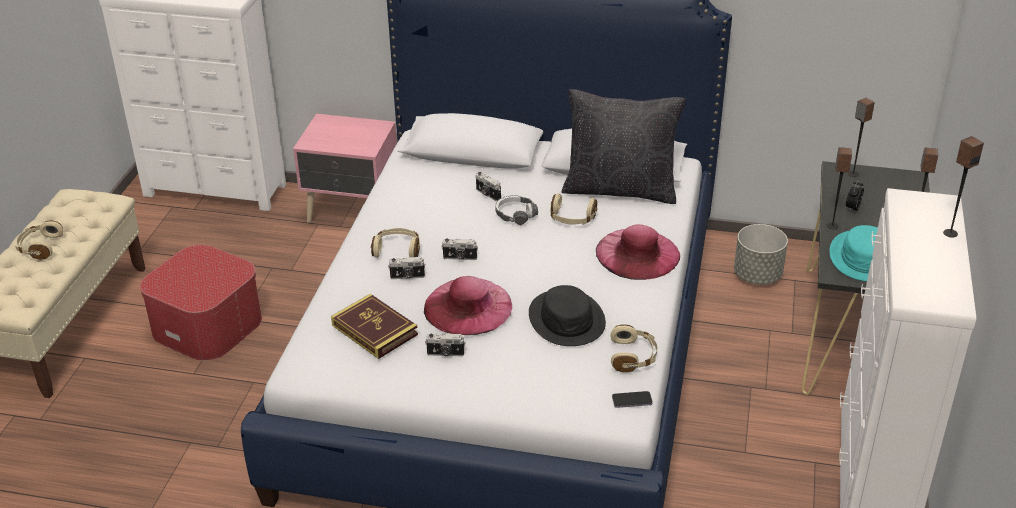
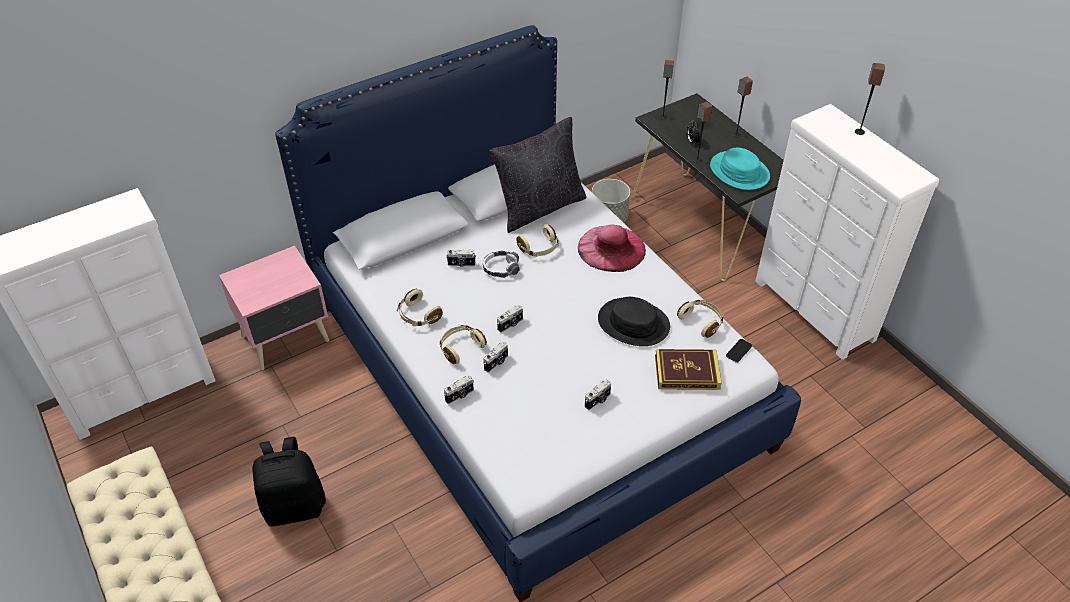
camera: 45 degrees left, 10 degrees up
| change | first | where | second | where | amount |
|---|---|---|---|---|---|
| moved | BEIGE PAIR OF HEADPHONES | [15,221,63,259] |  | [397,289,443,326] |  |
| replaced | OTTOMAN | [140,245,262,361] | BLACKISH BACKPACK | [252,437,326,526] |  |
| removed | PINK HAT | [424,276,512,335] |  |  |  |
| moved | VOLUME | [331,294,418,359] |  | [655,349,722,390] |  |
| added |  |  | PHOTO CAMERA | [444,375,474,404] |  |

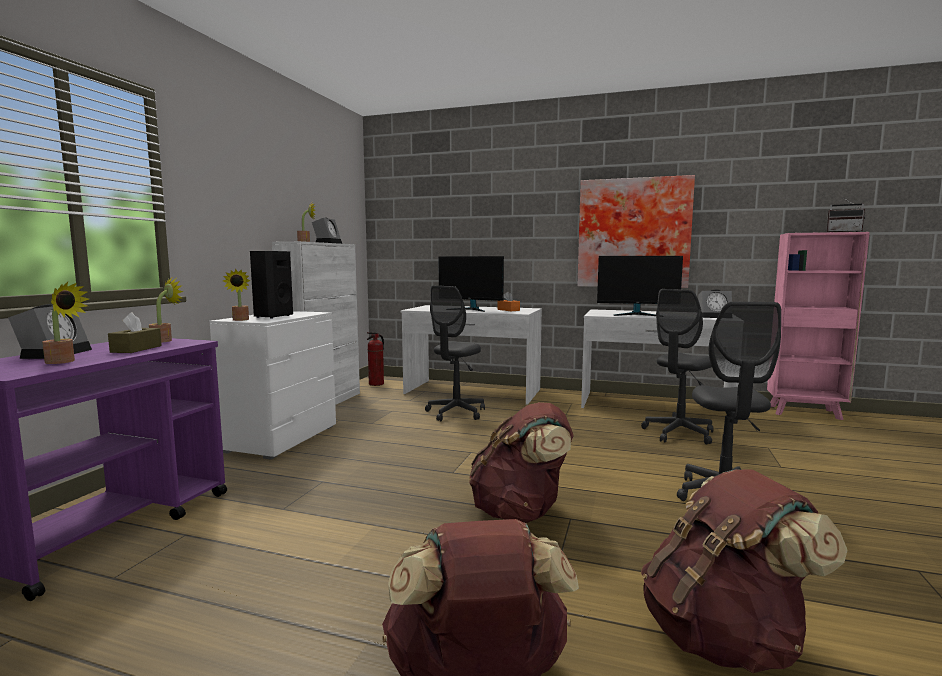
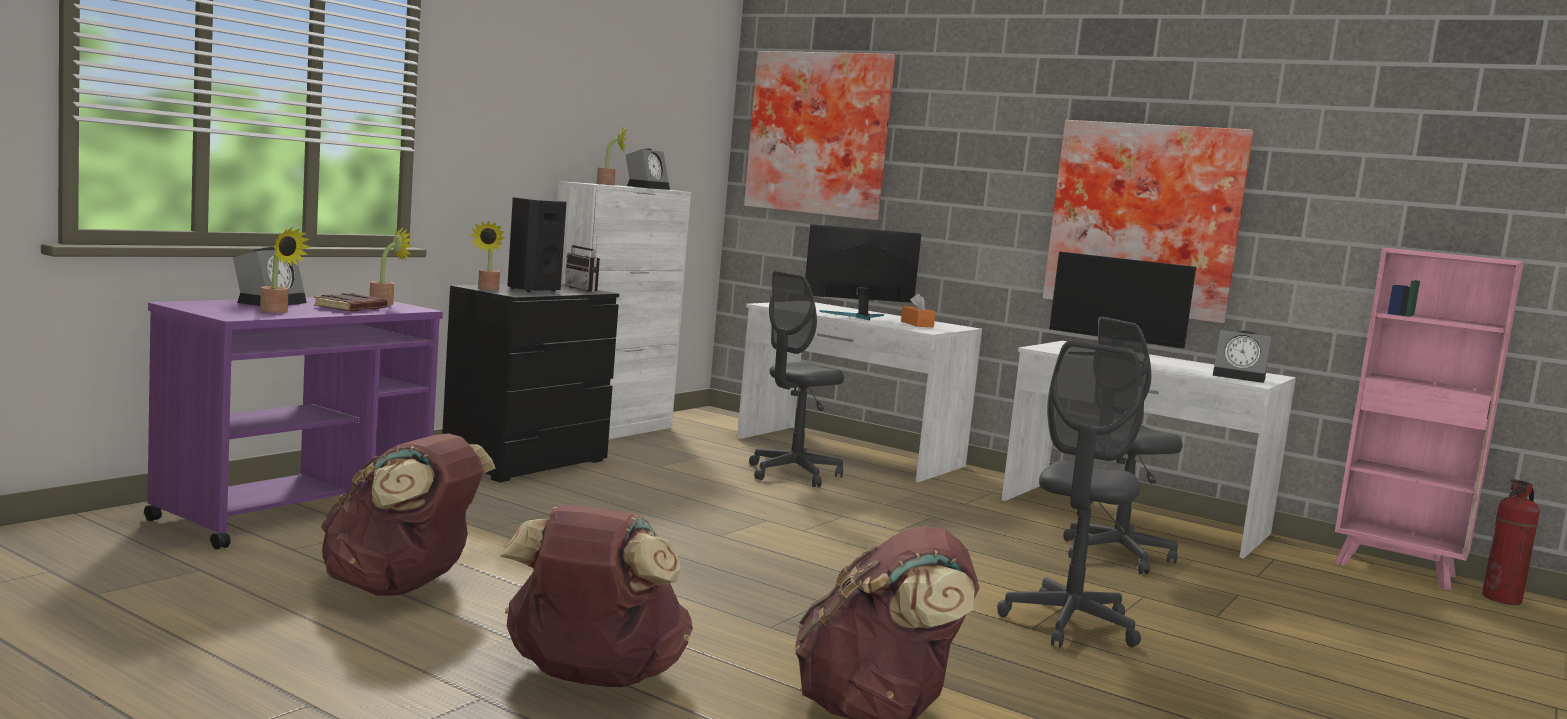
camera: 15 degrees right, 0 degrees up
| change | first | where | second | where | amount |
|---|---|---|---|---|---|
| moved | RADIO RECEIVER | [826,198,865,232] |  | [565,236,600,292] |  |
| turned | COMPUTER DISPLAY | [439,256,504,312] |  | [805,224,921,320] | 120 degrees clockwise |
| recoloured | WHITISH DRESSER | [210,311,336,460] | BLACKISH DRESSER | [442,284,619,482] |  |
| replaced | BROWN TISSUE BOX | [108,312,162,353] | BROWN VOLUME | [314,293,388,311] |  |
| moved | FIRE-FIGHTING CYLINDER | [367,332,384,386] |  | [1482,479,1540,605] |  |
| moved | BROWN BACKPACK | [469,402,574,523] |  | [321,433,496,596] |  |
| added |  |  | WALL PICTURE | [744,51,895,220] |  |

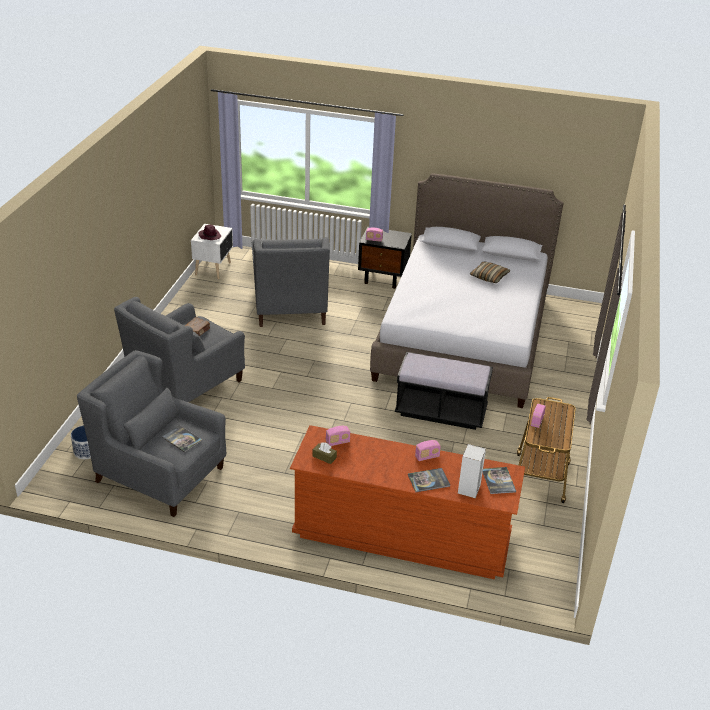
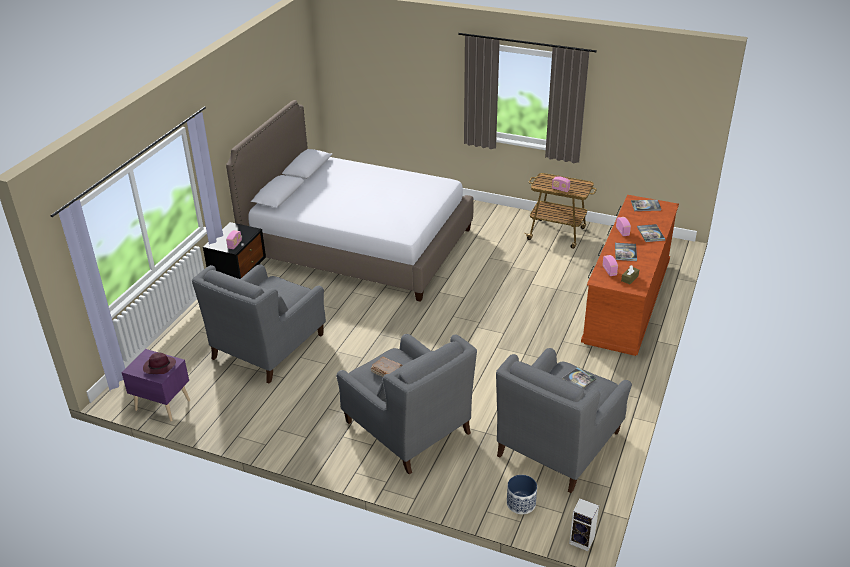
camera: 80 degrees left, 0 degrees up
| change | first | where | second | where | amount |
|---|---|---|---|---|---|
| recoloured | WHITISH NIGHT TABLE | [191,224,233,279] | PURPLE-COLOURED NIGHT TABLE | [121,349,190,421] |  |
| turned | GREYISH LOUNGE CHAIR | [251,237,330,327] |  | [192,264,326,384] | 120 degrees clockwise |
| removed | PILLOW | [470,262,511,283] |  |  |  |
| removed | BLACKISH LONG SEAT | [395,352,493,430] |  |  |  |
| moved | AUDIO SPEAKER | [458,444,486,498] |  | [569,499,599,551] |  |
| added |  |  | VOLUME | [615,243,637,261] |  |

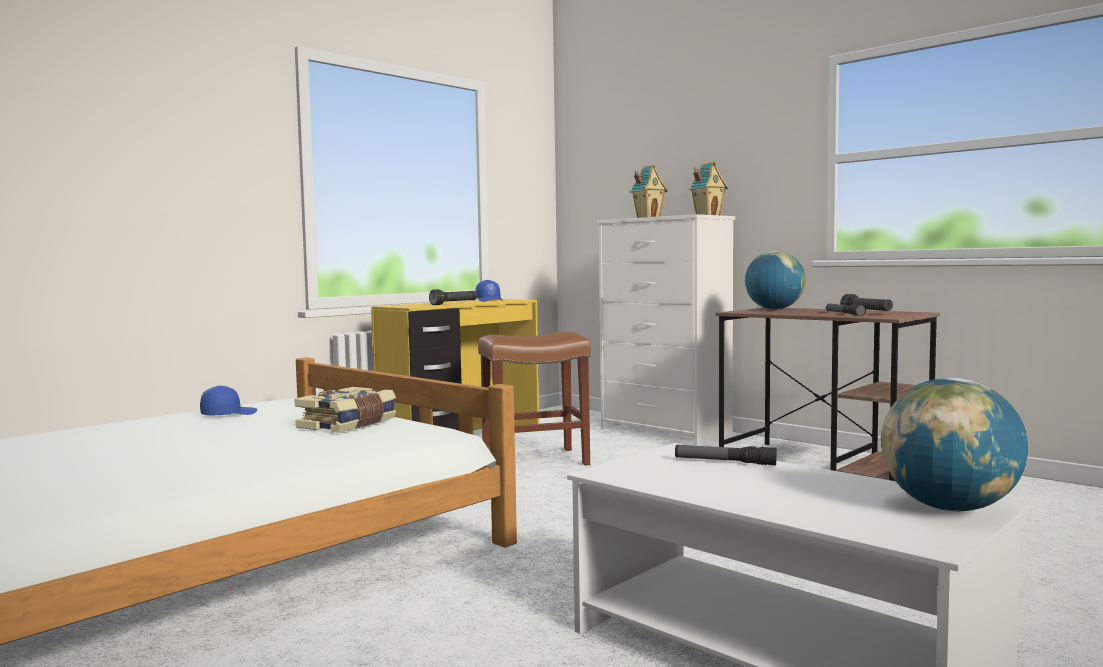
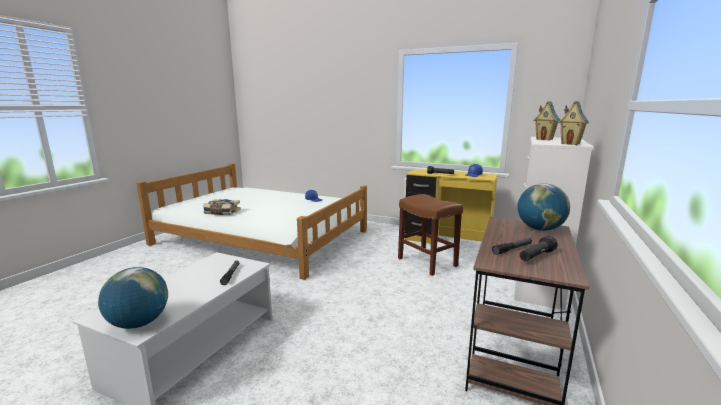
camera: 70 degrees right, 10 degrees up
| change | first | where | second | where | amount |
|---|---|---|---|---|---|
| moved | VOLUME | [294,387,396,433] |  | [203,199,241,215] |  |

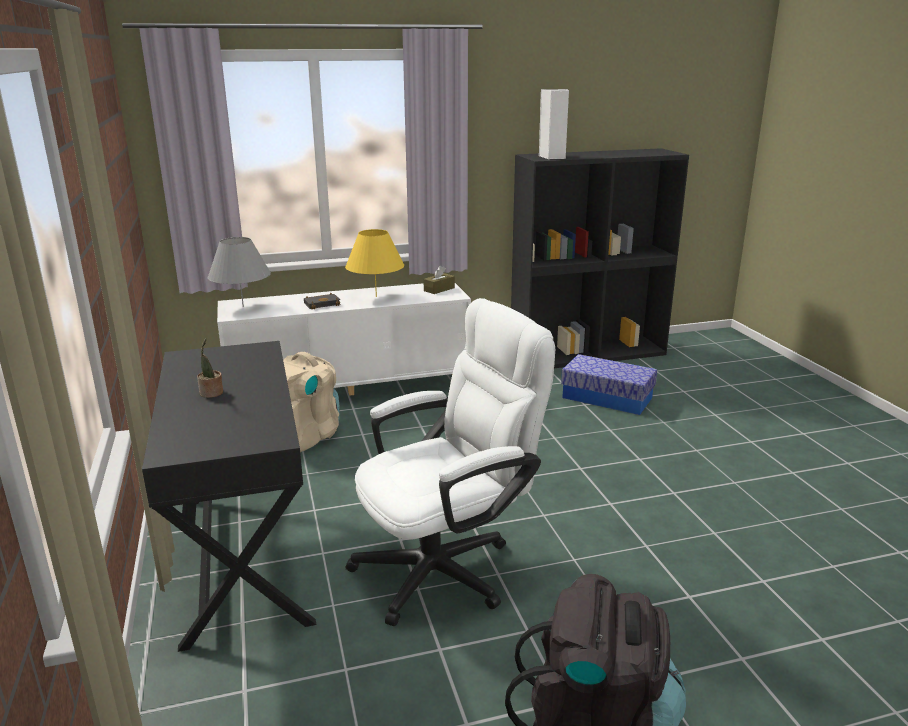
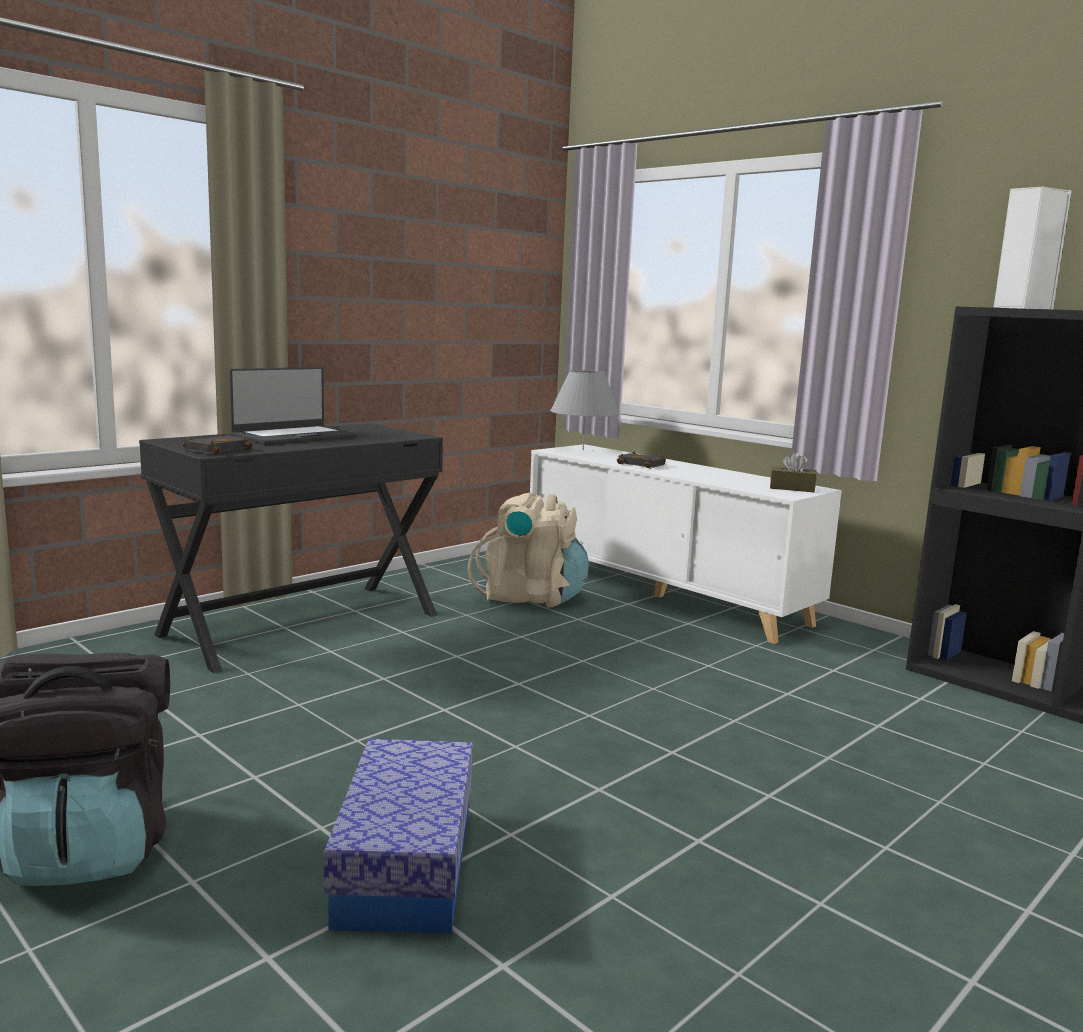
camera: 60 degrees right, 10 degrees down
| change | first | where | second | where | amount |
|---|---|---|---|---|---|
| removed | YELLOW-COLOURED LAMP FOR A TABLE | [345,229,404,297] |  |  |  |
| removed | WHITISH OFFICE CHAIR | [345,298,555,626] |  |  |  |
| replaced | POTTED PLANT | [197,338,223,398] | LAPTOP | [229,367,358,445] |  |
| moved | STORAGE BOX | [561,354,657,415] |  | [323,738,473,934] |  |
| added |  |  | BLACKISH VOLUME | [182,433,253,455] |  |

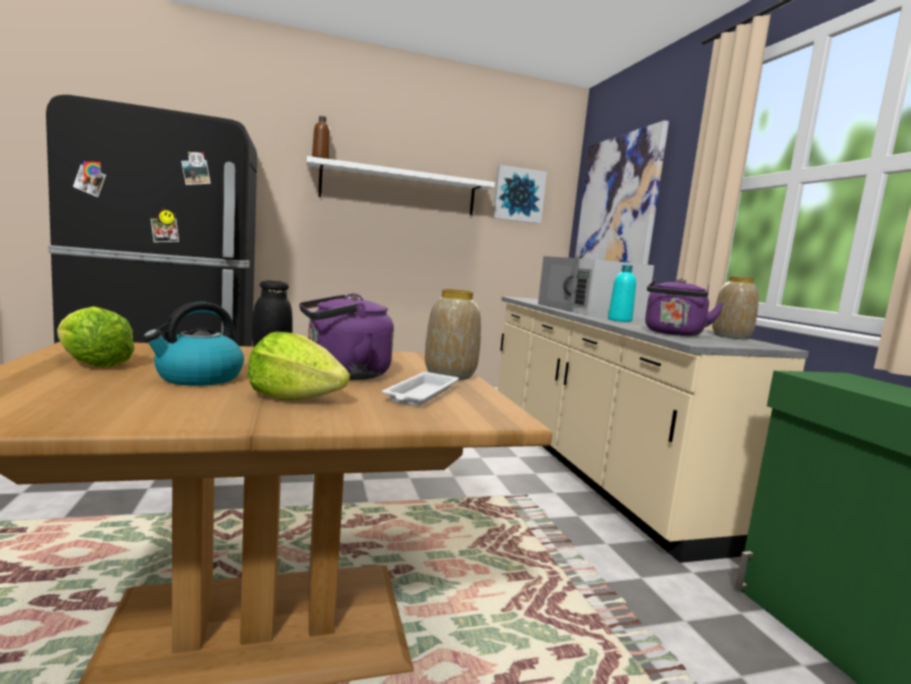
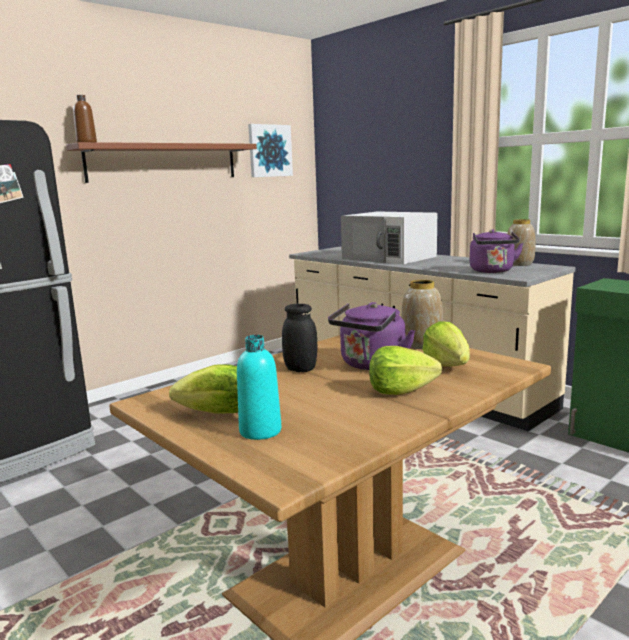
camera: 25 degrees left, 5 degrees up
| change | first | where | second | where | amount |
|---|---|---|---|---|---|
| removed | WALL PICTURE | [575,120,669,265] |  |  |  |
| recoloured | WHITISH SHELF | [307,156,495,215] | BROWN SHELF | [66,142,257,183] |  |
| moved | TURQUOISE-COLOURED BEVERAGE BOTTLE | [608,265,636,322] |  | [237,335,282,440] |  |
| removed | WATER KETTLE | [143,301,244,386] |  |  |  |
| replaced | WHITISH CARRYING TRAY | [382,371,458,406] | HEAD OF LETTUCE | [422,321,470,367] |  |

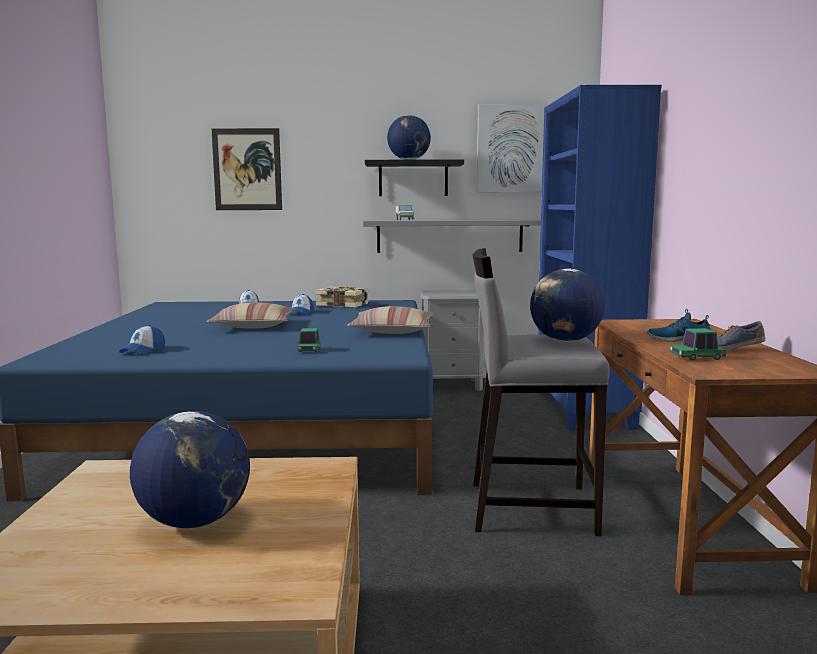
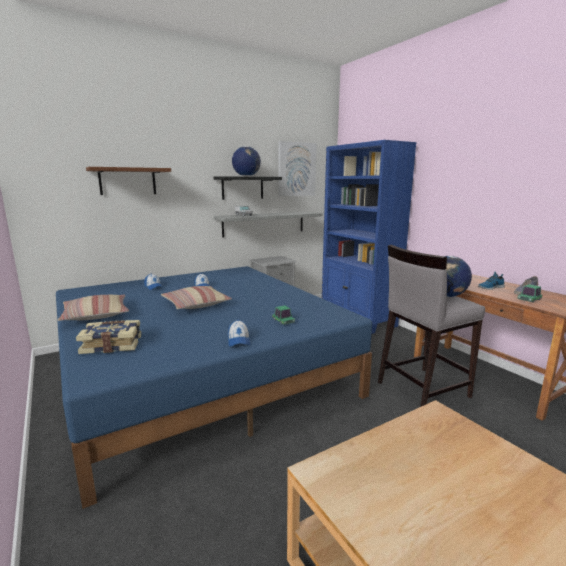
camera: 30 degrees left, 5 degrees up
| change | first | where | second | where | amount |
|---|---|---|---|---|---|
| replaced | WALL PICTURE | [211,128,282,210] | BROWN SHELF | [86,167,171,195] |  |
| moved | VOLUME | [316,286,369,308] |  | [76,320,141,354] |  |
| moved | PILLOW | [347,306,433,334] |  | [58,295,129,321] |  |
| moved | PEAKED CAP | [119,325,165,355] |  | [228,320,250,347] |  |
| removed | GLOBE | [130,411,250,528] |  |  |  |

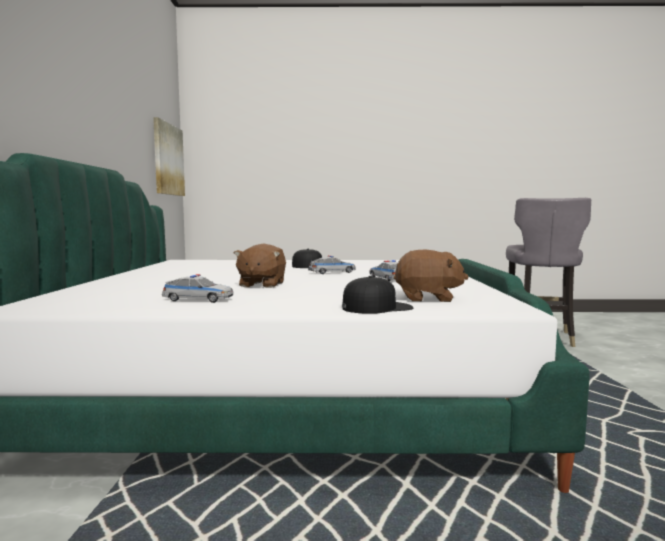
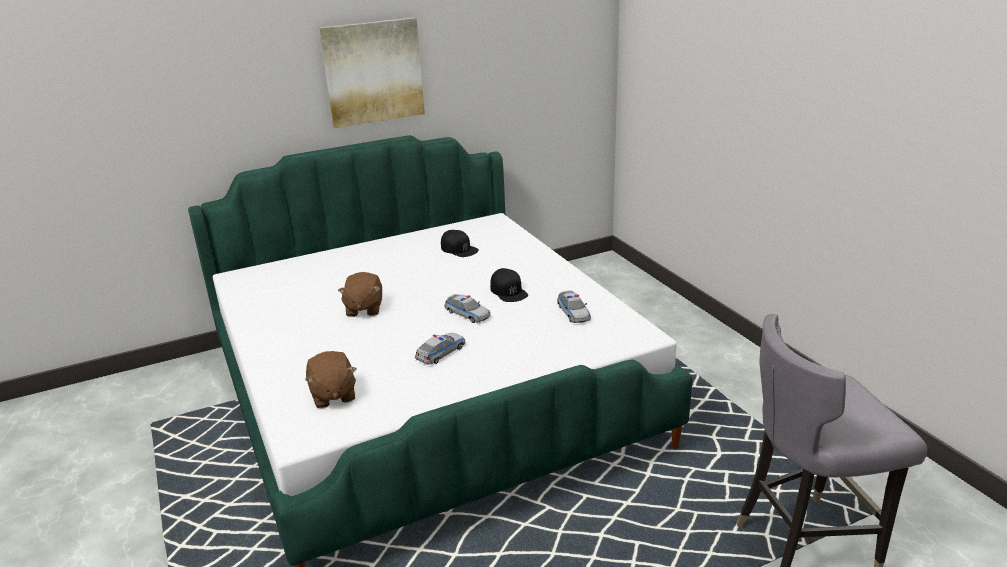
camera: 65 degrees right, 20 degrees up
| change | first | where | second | where | amount |
|---|---|---|---|---|---|
| moved | WALL PICTURE | [153,117,185,196] |  | [319,18,425,128] |  |
| turned | BROWN PLUSH TOY | [234,244,286,288] |  | [338,272,382,317] | 75 degrees counterclockwise |
| moved | TOY CAR | [162,274,234,303] |  | [557,290,591,323] |  |
| moved | BLACKISH PEAKED CAP | [342,276,413,314] |  | [441,230,479,257] |  |

